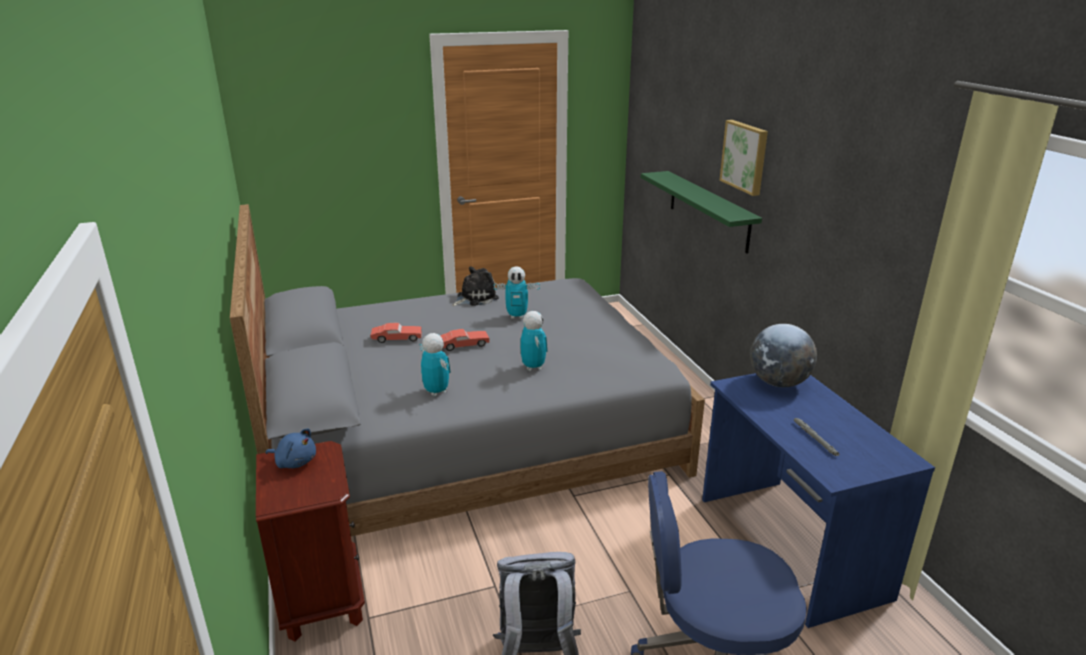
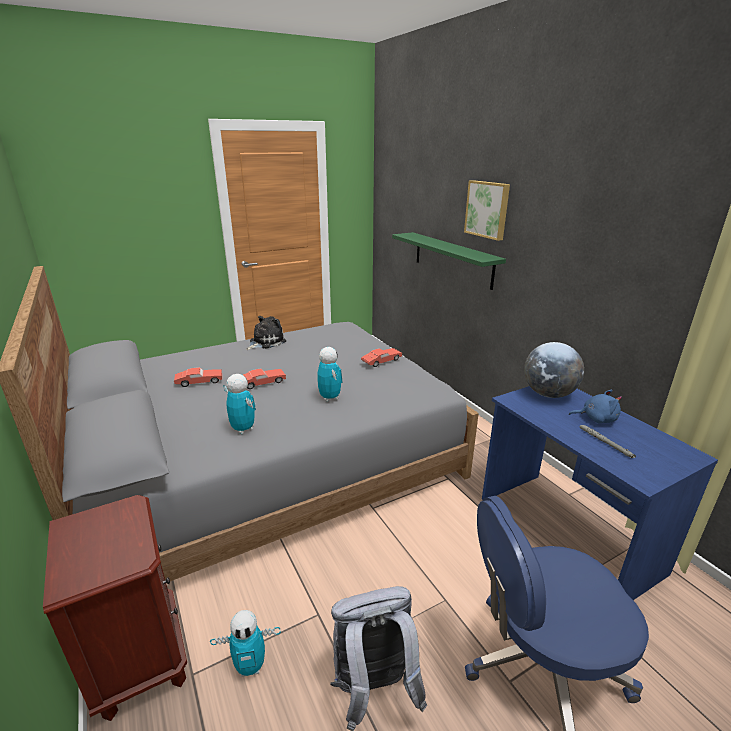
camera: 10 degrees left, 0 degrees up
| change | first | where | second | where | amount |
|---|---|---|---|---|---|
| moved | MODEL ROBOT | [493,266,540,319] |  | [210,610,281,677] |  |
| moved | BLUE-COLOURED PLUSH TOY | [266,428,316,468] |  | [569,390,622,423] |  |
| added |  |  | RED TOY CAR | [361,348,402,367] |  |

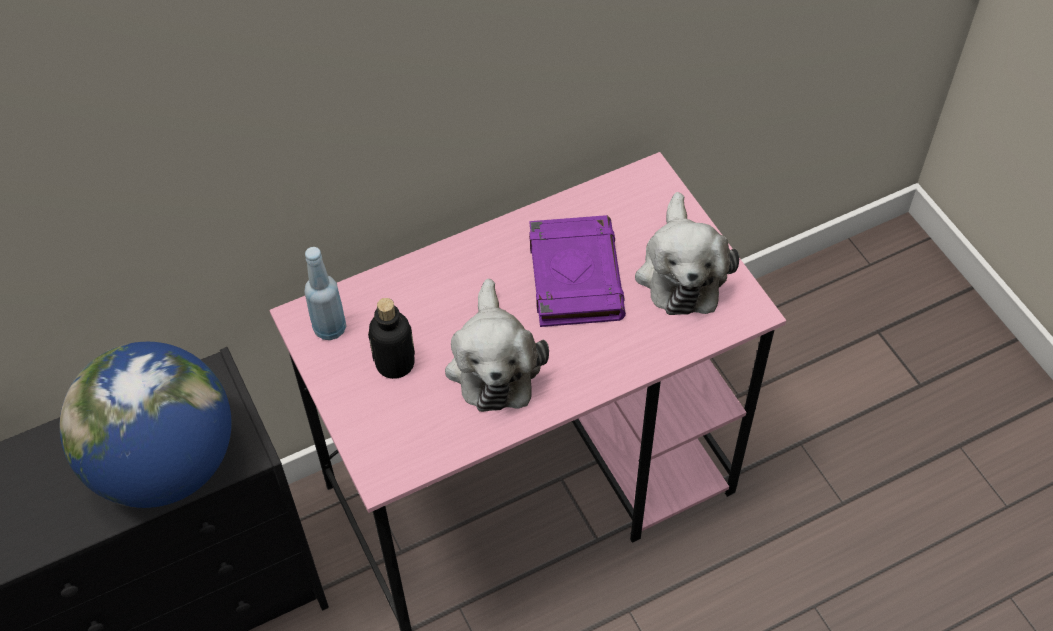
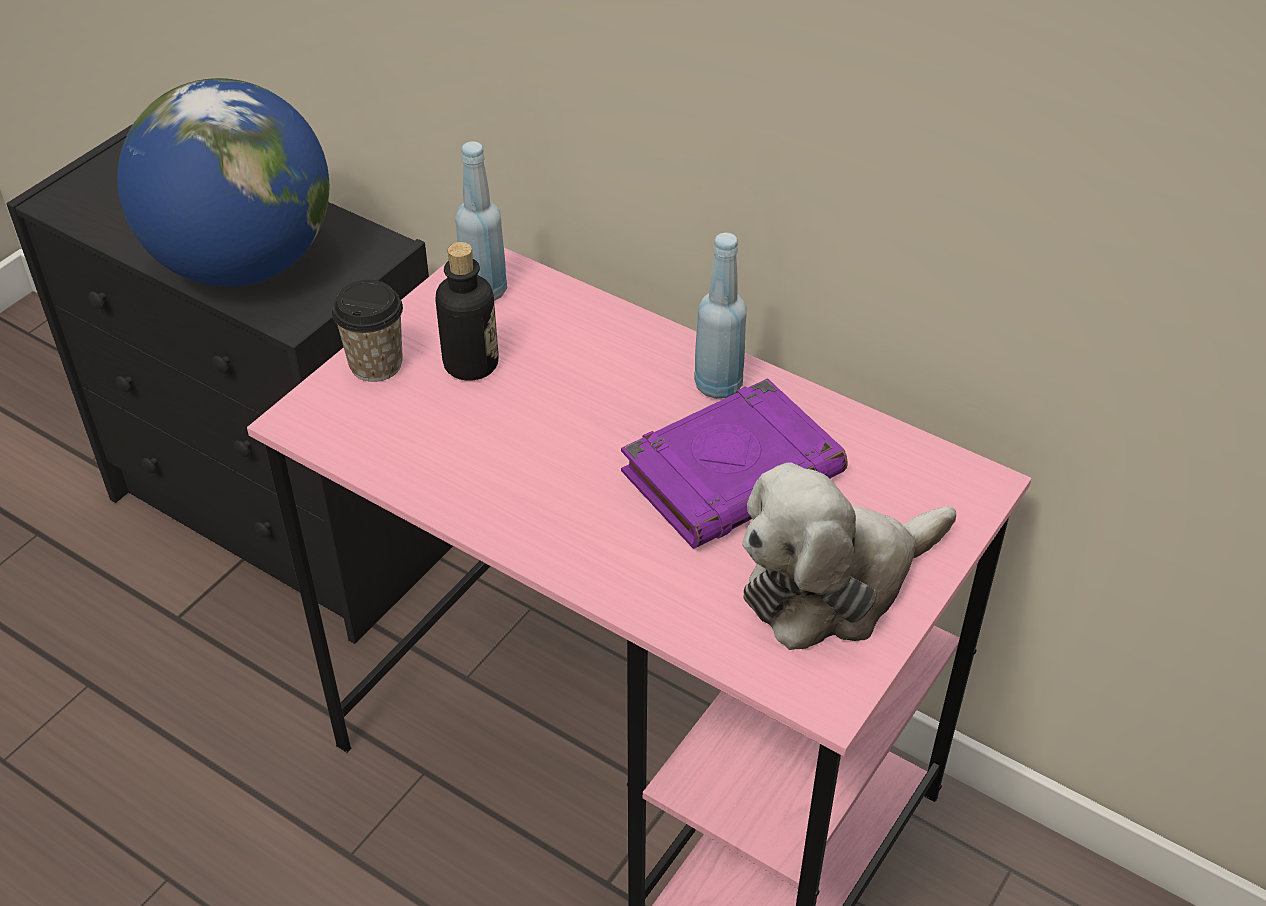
camera: 60 degrees right, 10 degrees down
| change | first | where | second | where | amount |
|---|---|---|---|---|---|
| removed | PLUSH TOY | [445,279,549,412] |  |  |  |
| added |  |  | BLUE-COLOURED BEVERAGE BOTTLE | [694,232,747,399] |  |
| added |  |  | CUP | [332,280,403,382] |  |

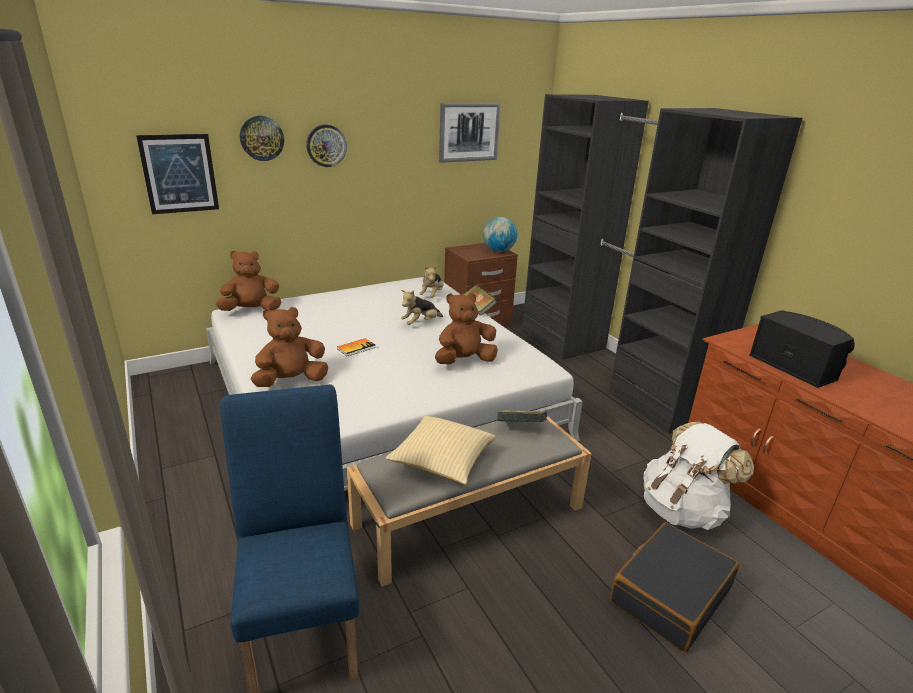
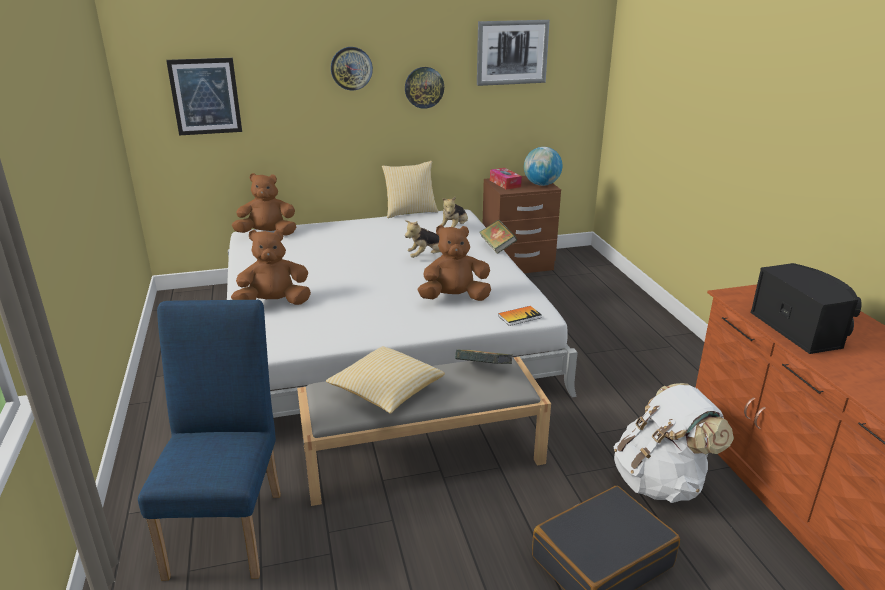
camera: 15 degrees right, 0 degrees up
| change | first | where | second | where | amount |
|---|---|---|---|---|---|
| removed | BLACKISH ARMOIRE | [522,94,802,434] |  |  |  |
| moved | CLOCK ON THE WALL | [240,116,284,161] |  | [405,67,444,109] |  |
| moved | VOLUME | [337,338,376,356] |  | [498,306,542,326] |  |
| added |  |  | PILLOW | [382,161,438,218] |  |
| added |  |  | TISSUE BOX | [490,168,522,190] |  |

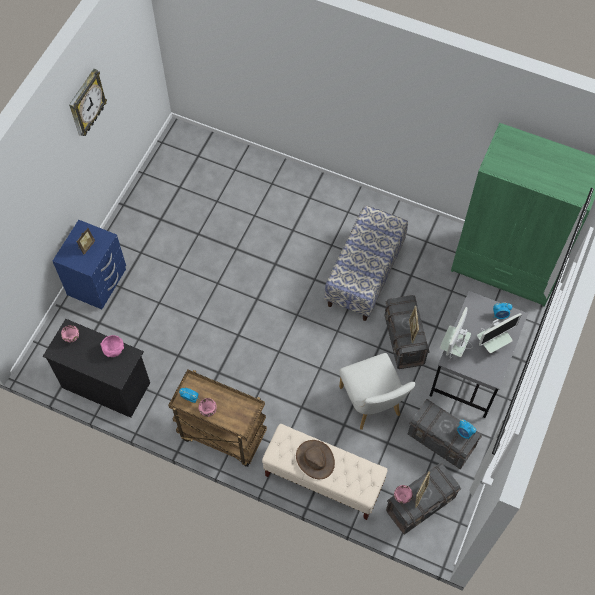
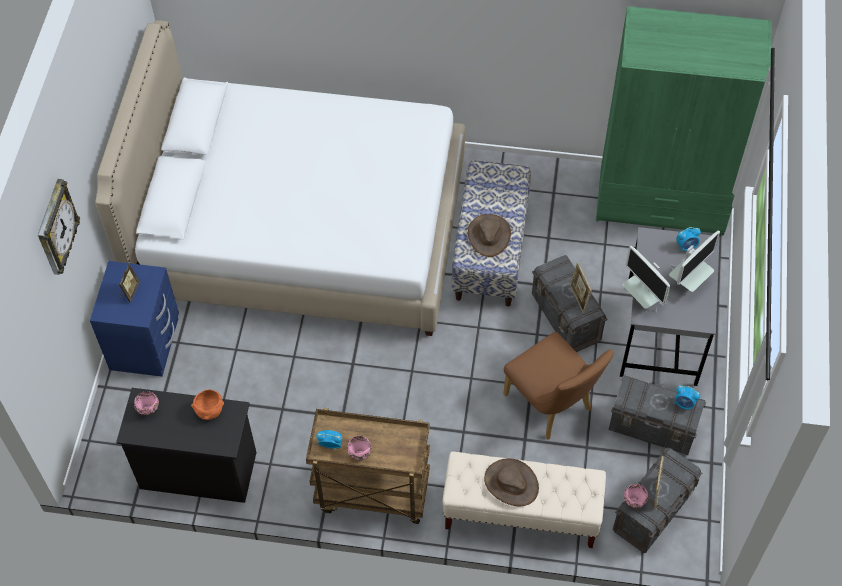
camera: 15 degrees left, 5 degrees down
| change | first | where | second | where | amount |
|---|---|---|---|---|---|
| moved | CLOCK ON THE WALL | [69,69,107,136] |  | [38,179,80,275] |  |
| turned | COMPUTER DISPLAY | [440,307,473,360] |  | [622,246,670,313] | 45 degrees counterclockwise |
| recoloured | PINK BOWL | [101,335,124,357] | ORANGE-COLOURED BOWL | [191,390,224,420] |  |
| recoloured | WHITISH PLAIN CHAIR | [339,353,415,430] | BROWN PLAIN CHAIR | [503,332,614,440] |  |
| added |  |  | WHITISH BED | [95,20,465,336] |  |
| added |  |  | BROWN HAT | [468,214,511,257] |  |

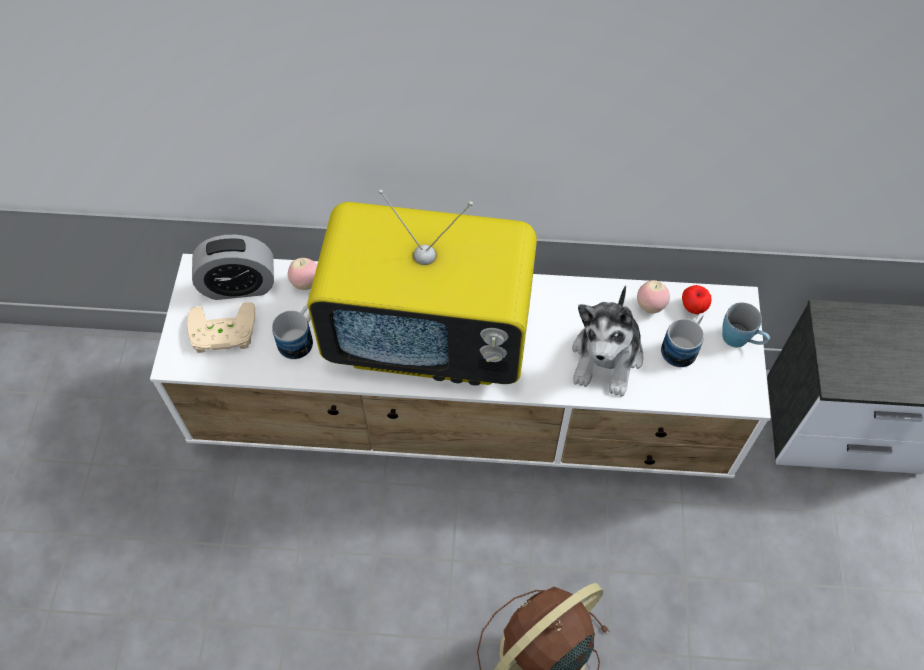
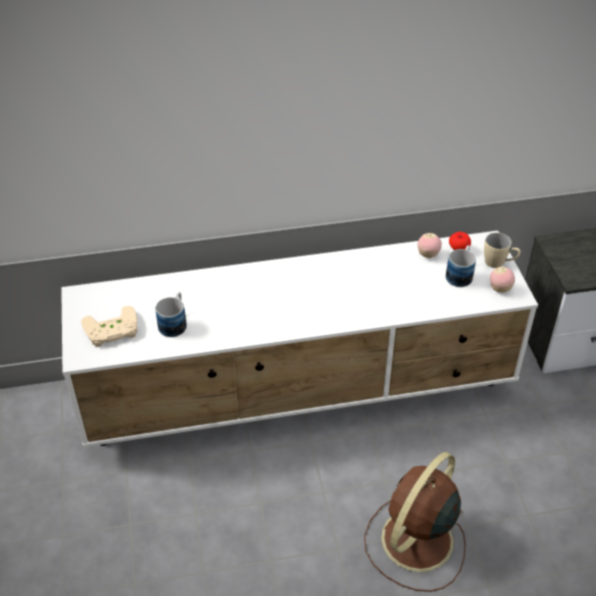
camera: 15 degrees left, 15 degrees down
| change | first | where | second | where | amount |
|---|---|---|---|---|---|
| removed | TV SET | [307,189,537,386] |  |  |  |
| removed | BEDSIDE CLOCK | [192,235,274,300] |  |  |  |
| moved | WHOLE APPLE | [288,258,317,290] |  | [490,267,515,293] |  |
| removed | PLUSH TOY | [572,285,643,397] |  |  |  |
| recoloured | BLUE-COLOURED COFFEE MUG | [722,302,770,347] | BEIGE COFFEE MUG | [484,233,521,268] |  |

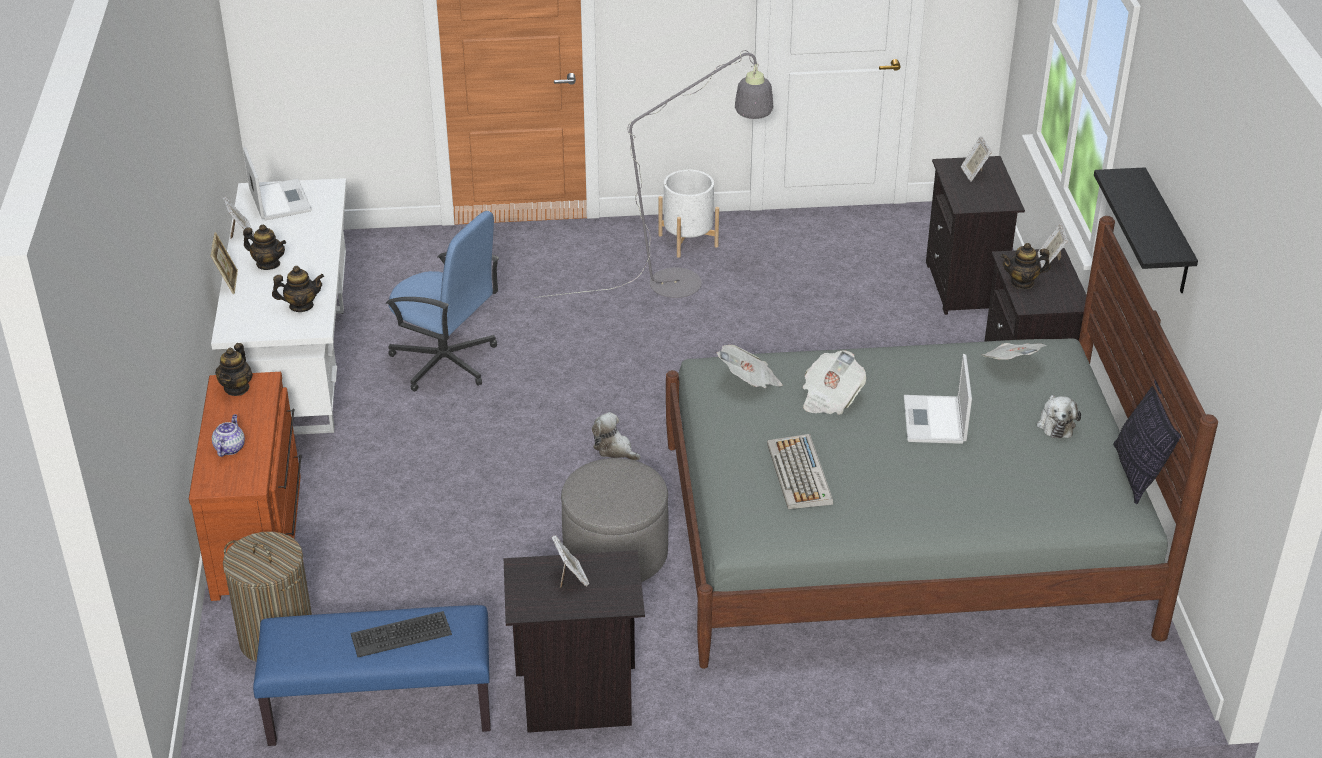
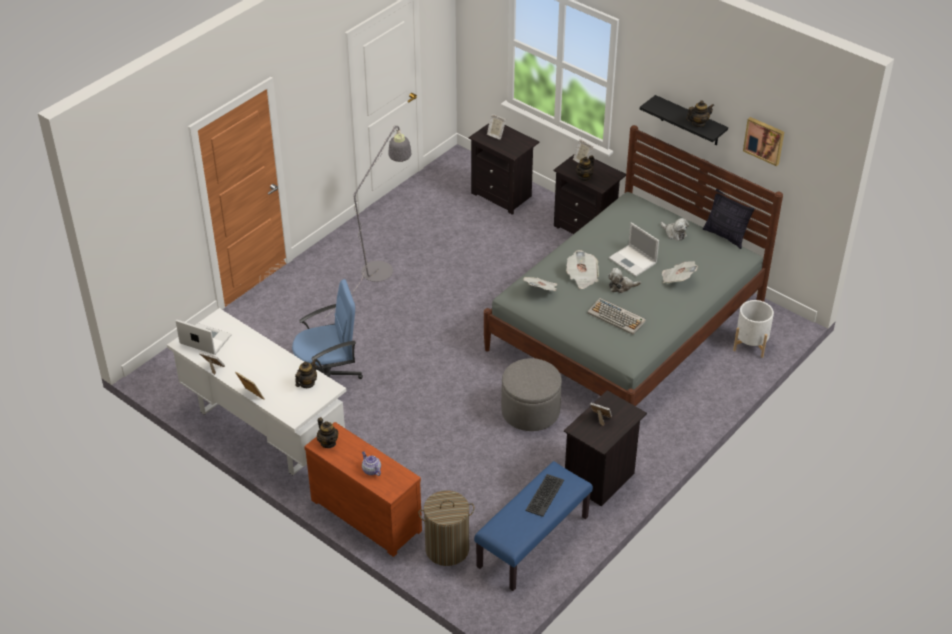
camera: 45 degrees left, 5 degrees up
| change | first | where | second | where | amount |
|---|---|---|---|---|---|
| moved | WHITISH PLANTER | [658,170,719,258] |  | [733,300,774,358] |  |
| moved | TEAPOT | [243,225,286,270] |  | [686,100,714,127] |  |
| moved | PRINTED PAPER | [982,343,1047,360] |  | [662,261,698,283] |  |
| moved | PLUSH TOY | [592,412,641,461] |  | [608,268,641,293] |  |
| added |  |  | WALL PICTURE | [743,117,784,166] |  |

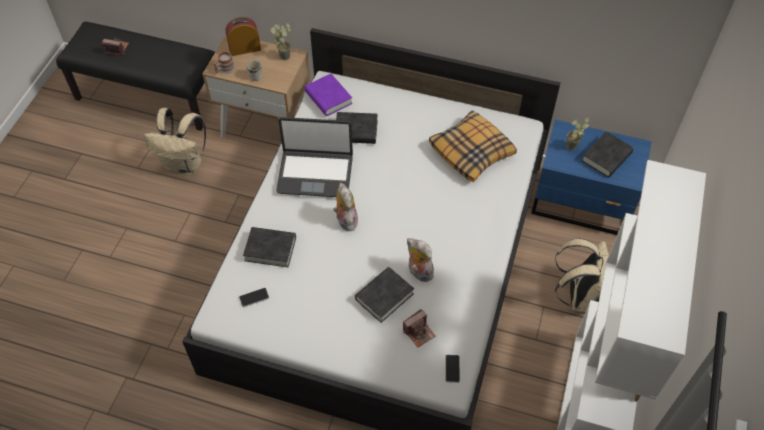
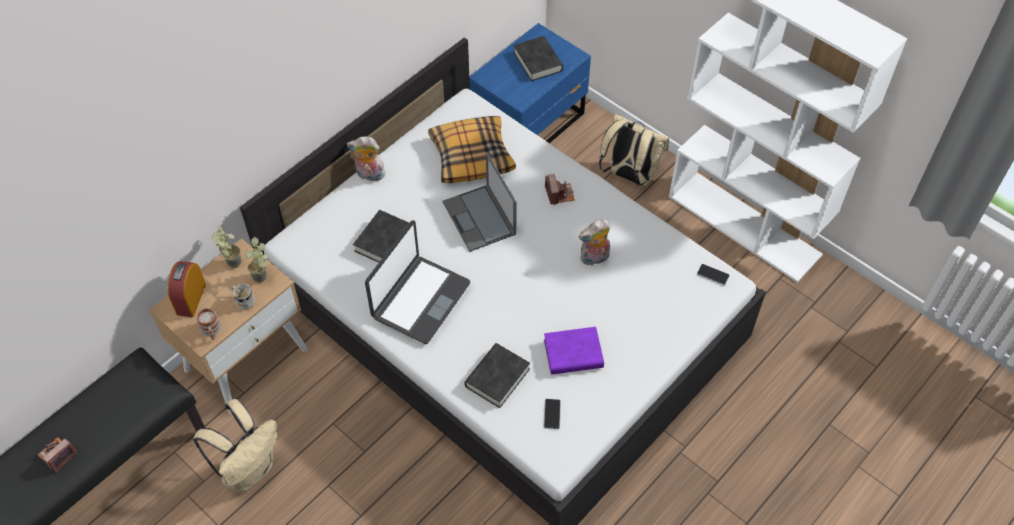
camera: 65 degrees left, 0 degrees up
| change | first | where | second | where | amount |
|---|---|---|---|---|---|
| moved | PURPLE-COLOURED VOLUME | [305,74,352,116] |  | [544,327,604,375] |  |
| moved | POTTED PLANT | [566,117,589,151] |  | [245,237,267,283] |  |
| moved | PLUSH TOY | [333,183,358,231] |  | [347,137,387,181] |  |
| removed | BLACKISH VOLUME | [355,267,414,323] |  |  |  |
| moved | PHOTO CAMERA | [403,309,435,347] |  | [545,174,575,205] |  |
| added |  |  | LAPTOP | [442,152,517,252] |  |

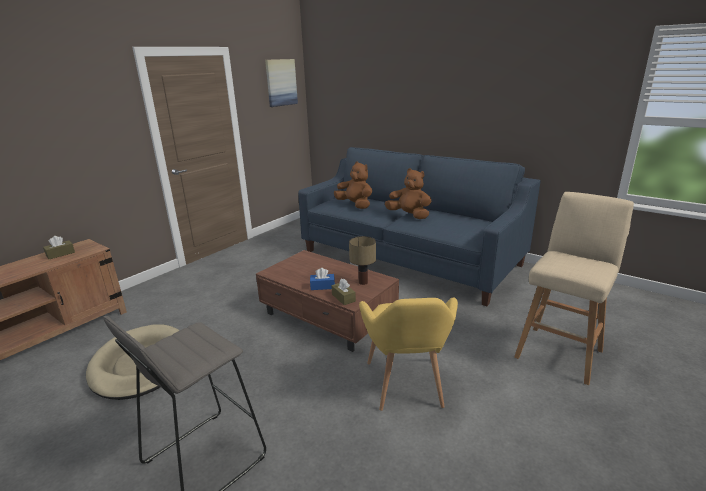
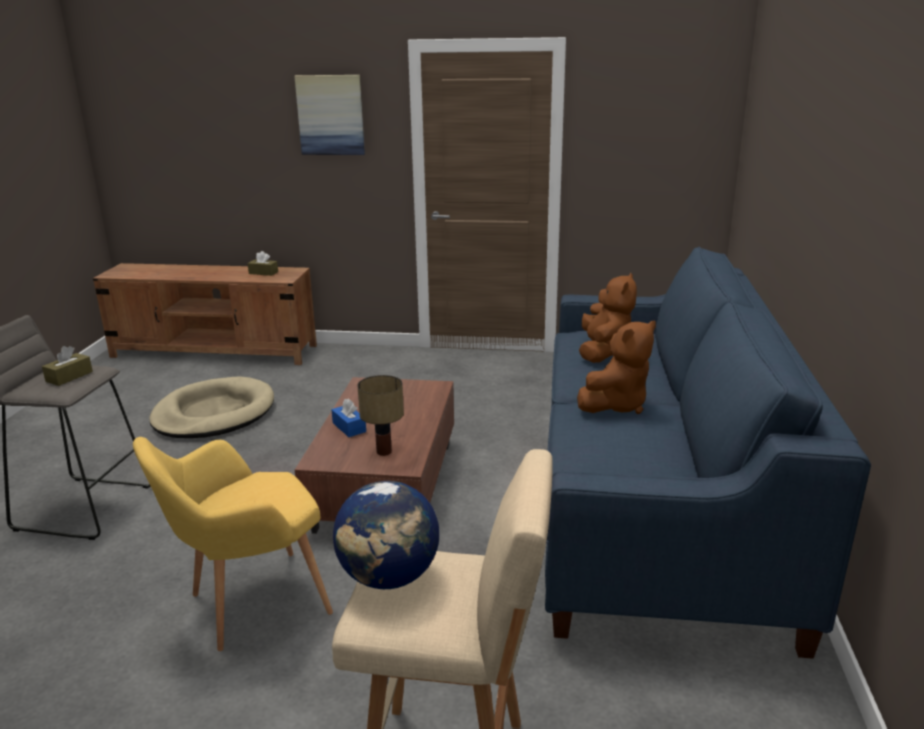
camera: 60 degrees right, 0 degrees up
| change | first | where | second | where | amount |
|---|---|---|---|---|---|
| moved | WALL PICTURE | [265,59,298,107] |  | [294,75,365,155] |  |
| turned | BROWN PLUSH TOY | [385,168,431,219] |  | [577,321,656,414] | 45 degrees clockwise |
| moved | BROWN TISSUE BOX | [332,278,356,305] |  | [42,346,93,386] |  |
| added |  |  | GLOBE | [333,481,439,589] |  |

